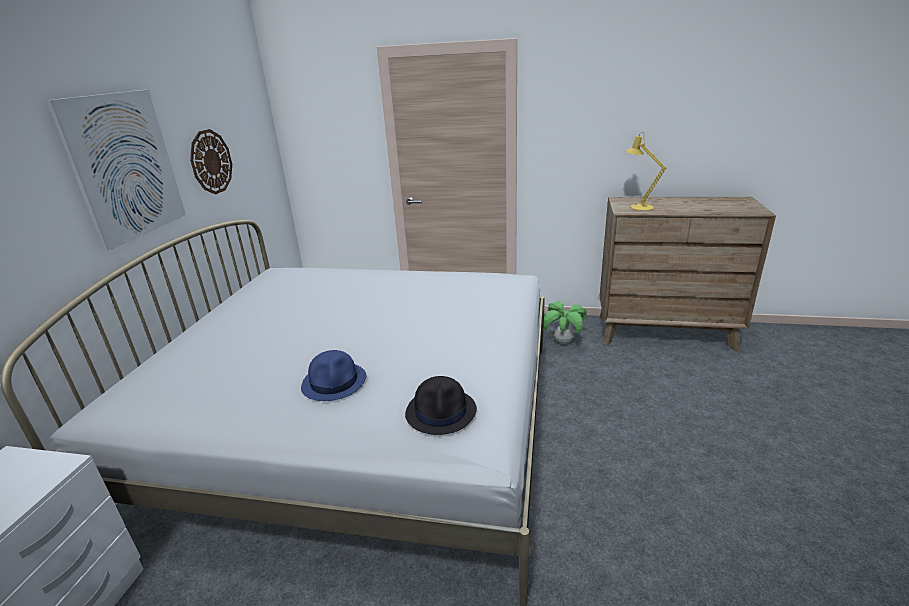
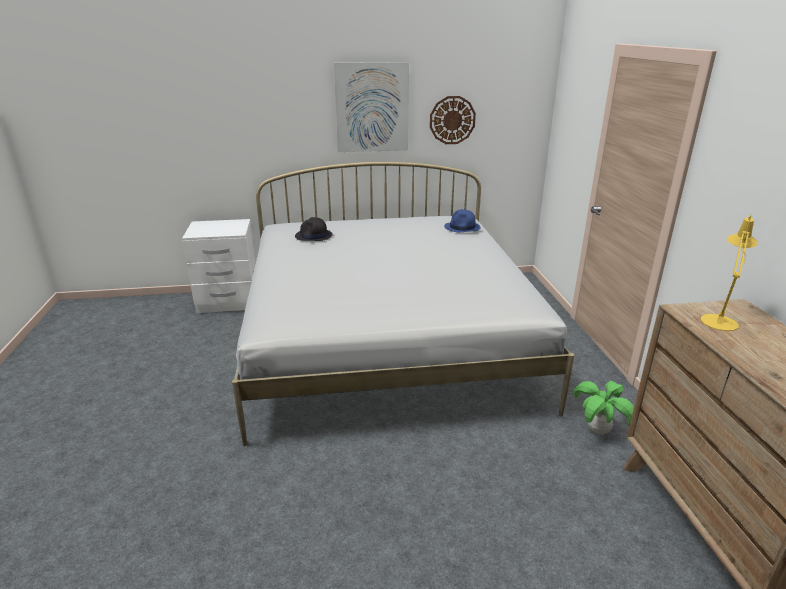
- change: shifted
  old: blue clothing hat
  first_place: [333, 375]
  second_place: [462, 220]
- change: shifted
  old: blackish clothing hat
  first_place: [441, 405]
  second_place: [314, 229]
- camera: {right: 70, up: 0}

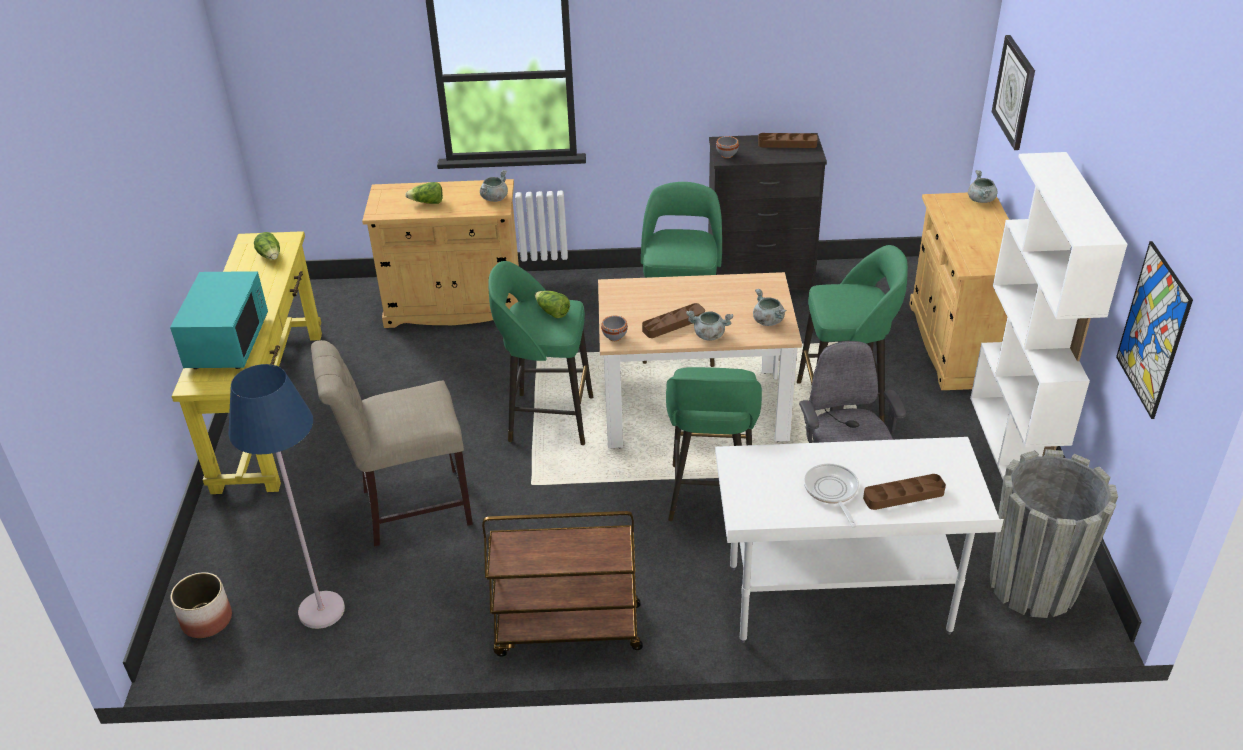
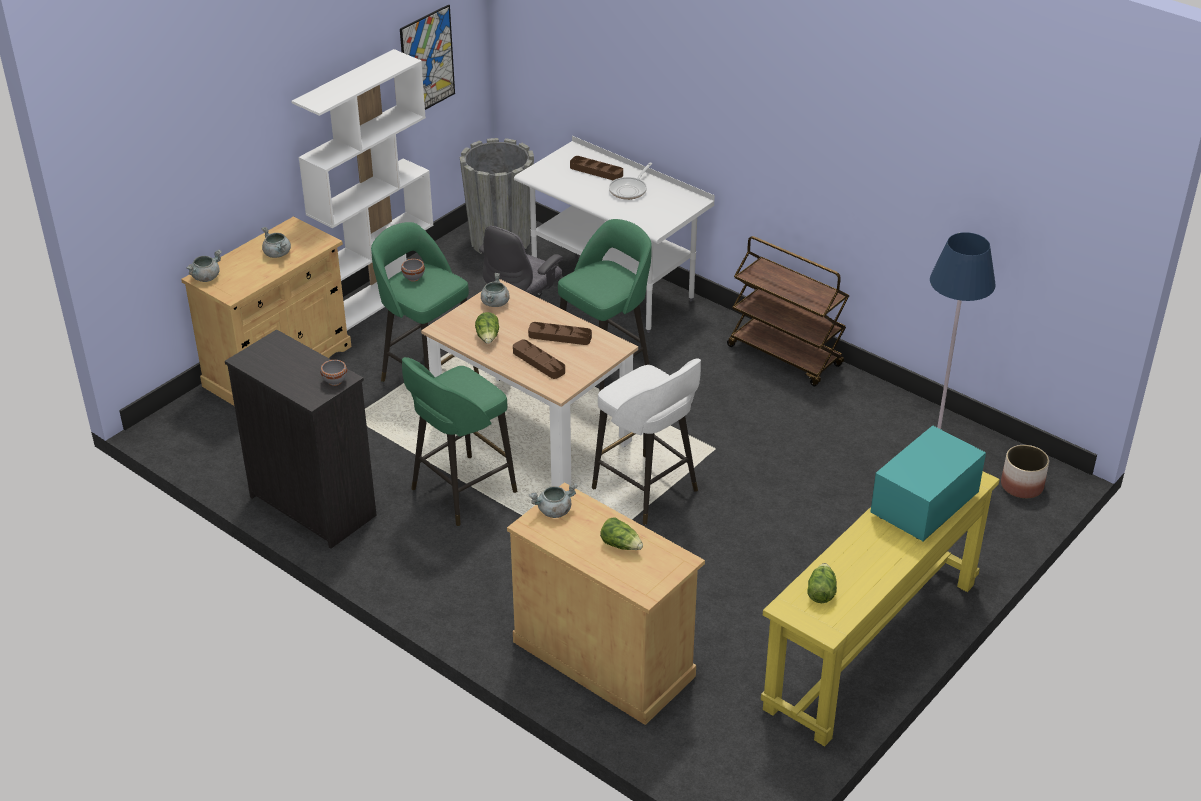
- change: gone
  old: beige-coloured chair
  first_place: [392, 443]
- change: gone
  old: hanging clock
  first_place: [1013, 92]
- change: shifted
  old: lettuce
  first_place: [552, 304]
  second_place: [487, 328]
- change: shifted
  old: greyish bowl
  first_place: [614, 328]
  second_place: [413, 270]
- change: shifted
  old: greyish saucepot
  first_place: [709, 326]
  second_place: [276, 242]
- change: shifted
  old: brownish tray
  first_place: [788, 140]
  second_place: [539, 359]
- change: repainted
  old: greenish sitting stool
  new: white sitting stool
  first_place: [541, 353]
  second_place: [646, 441]
- camera: {right: -140, up: 0}

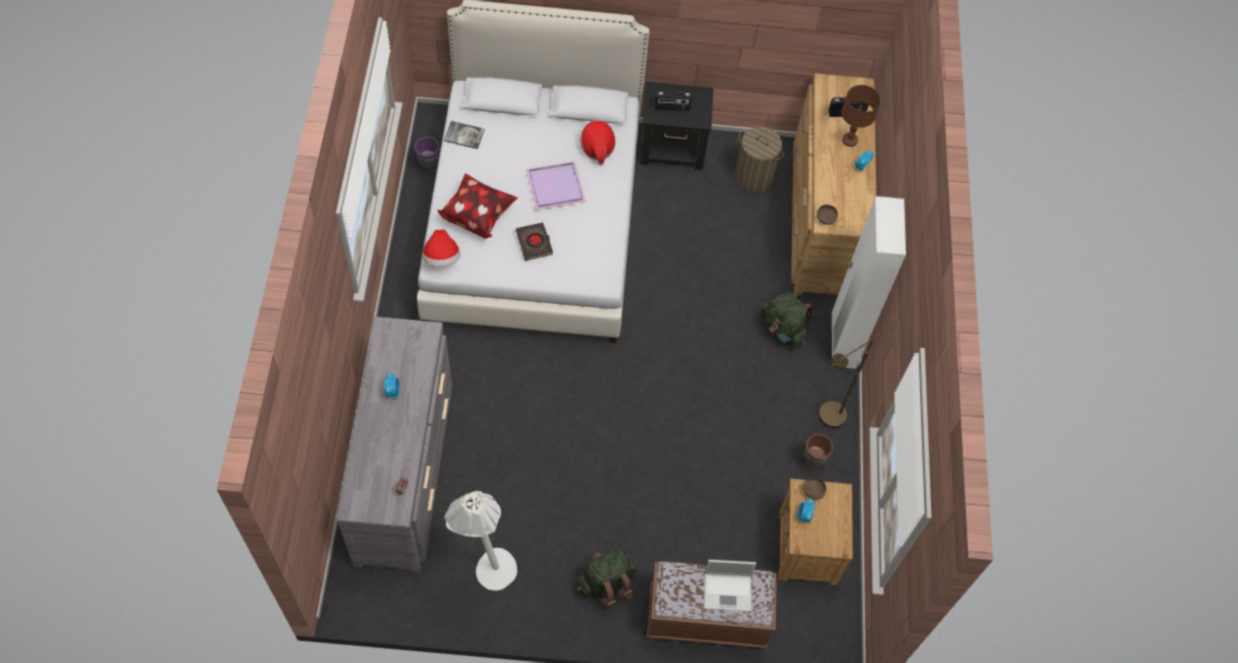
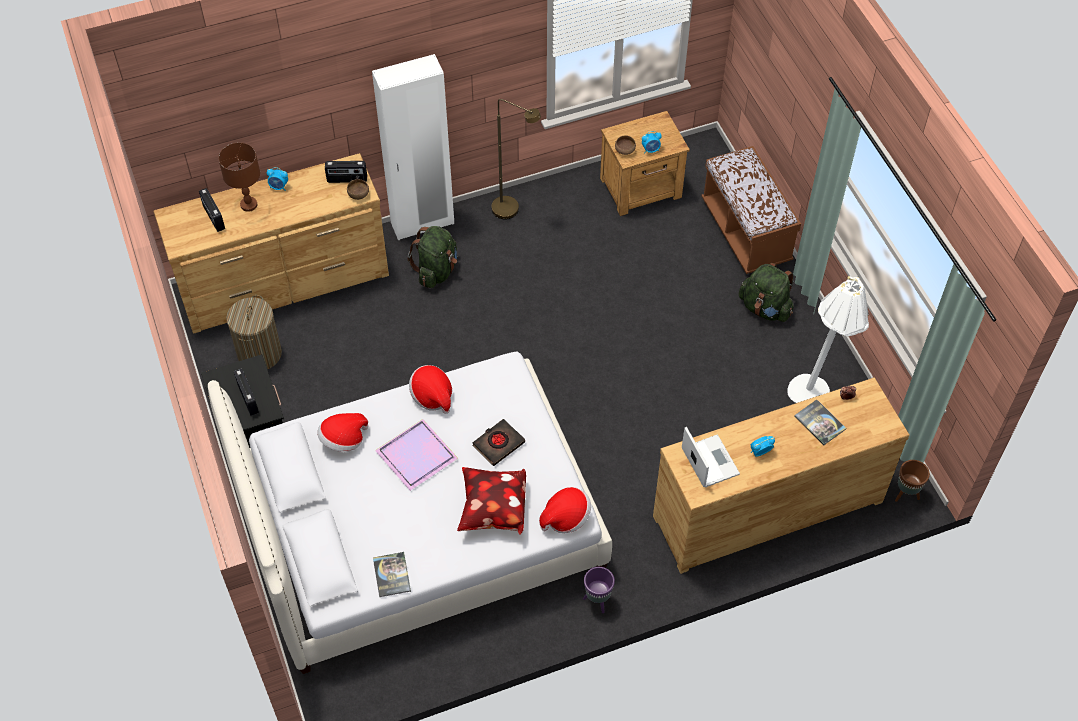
- change: new
  new: radio
  second_place: [346, 172]
- change: new
  new: clothing hat
  second_place: [430, 389]
- change: new
  new: volume
  second_place: [820, 422]
- change: shifted
  old: purplish plant pot
  first_place: [427, 157]
  second_place: [599, 590]
- change: shifted
  old: notebook computer
  first_place: [730, 585]
  second_place: [711, 457]
- change: shifted
  old: brownish plant pot
  first_place: [818, 452]
  second_place: [912, 481]
- change: repainted
  old: greyish dresser
  new: brownish dresser
  first_place: [394, 444]
  second_place: [781, 476]
- camera: {right: -110, up: -5}

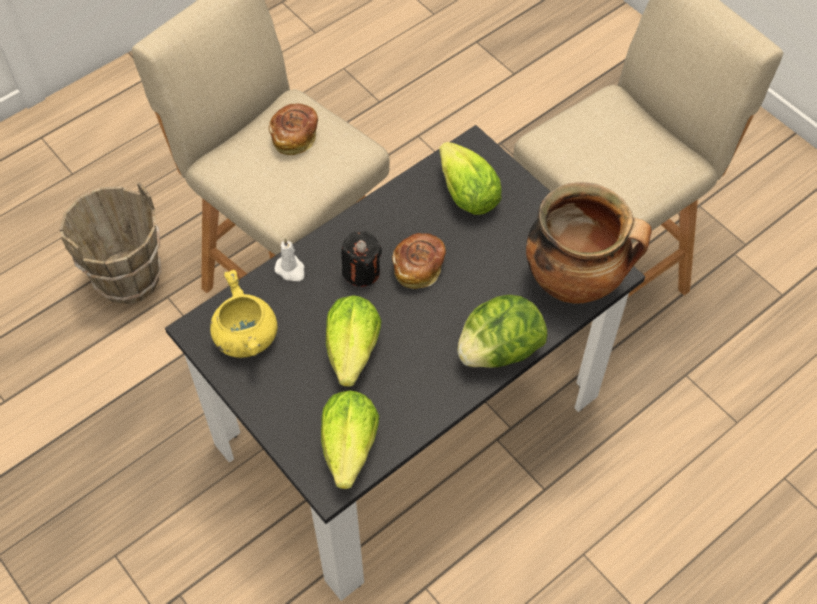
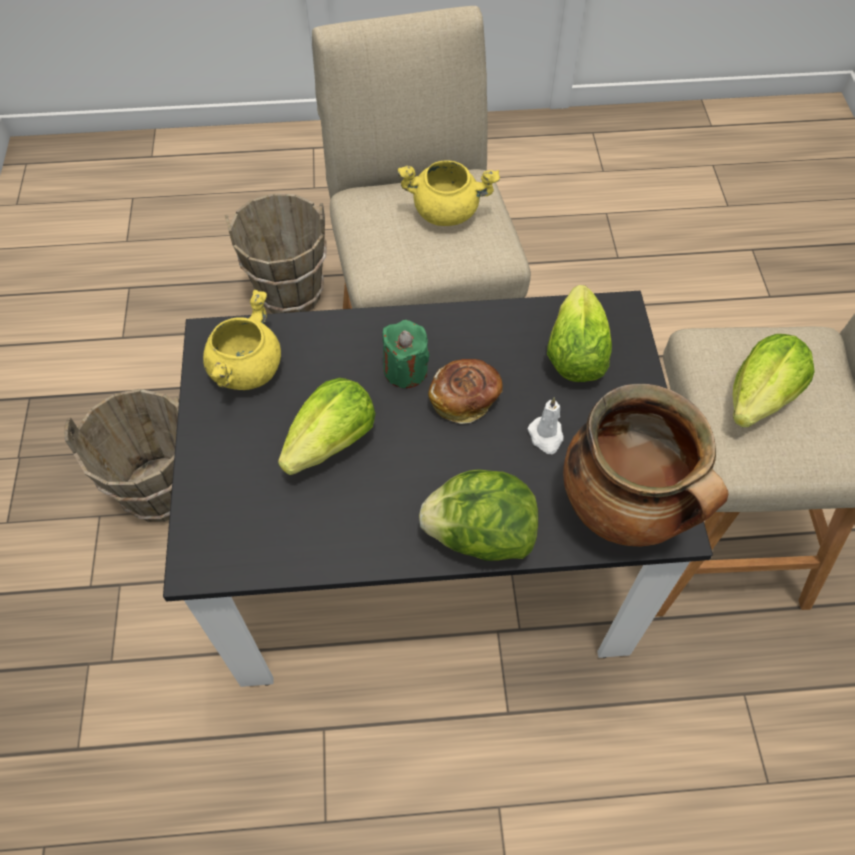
- change: new
  new: brownish pail
  second_place: [121, 455]
- change: shifted
  old: white candle
  first_place: [289, 259]
  second_place: [545, 425]
- change: shifted
  old: lettuce
  first_place: [350, 439]
  second_place: [774, 380]
- change: swapped
  old: bakery bread
  new: yellow-coloured saucepot
  first_place: [293, 129]
  second_place: [449, 193]
- change: repainted
  old: blackish candle
  new: greenish candle
  first_place: [361, 259]
  second_place: [406, 354]
- camera: {right: 35, up: 0}

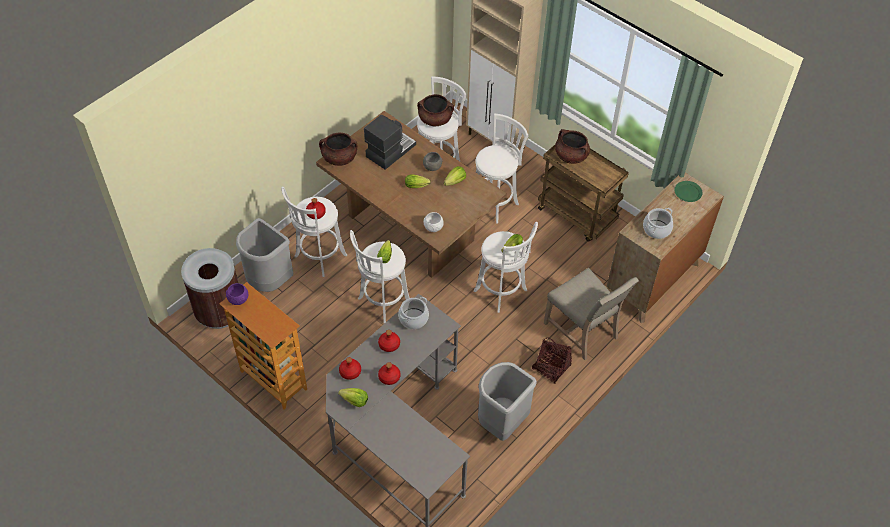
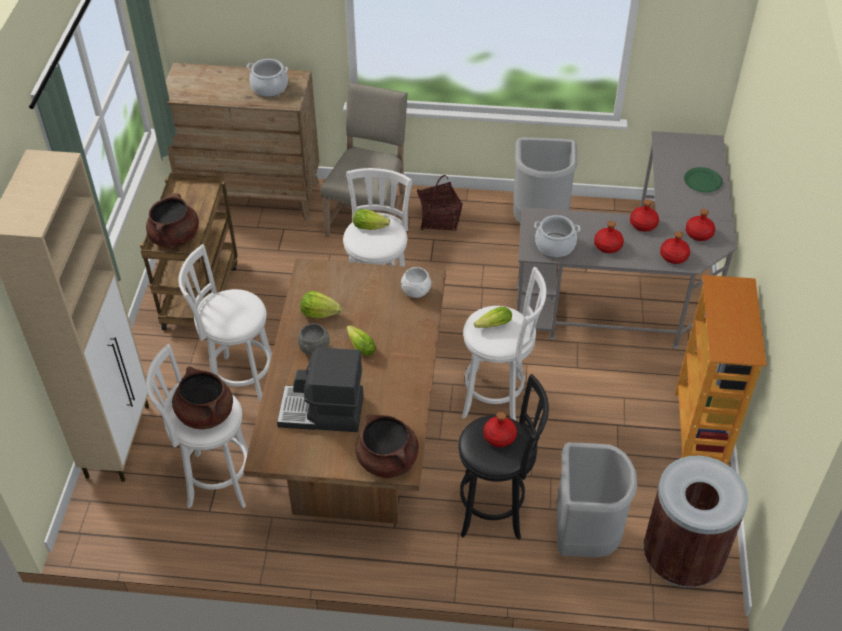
- change: gone
  old: purplish bowl
  first_place: [237, 294]
- change: shifted
  old: greenish plate
  first_place: [688, 191]
  second_place: [703, 180]
- change: swapped
  old: lettuce
  new: red drink bottle
  first_place: [353, 397]
  second_place: [700, 225]
- change: repainted
  old: white sitting stool
  new: blackish sitting stool
  first_place: [314, 232]
  second_place: [503, 457]
- camera: {right: -125, up: -5}

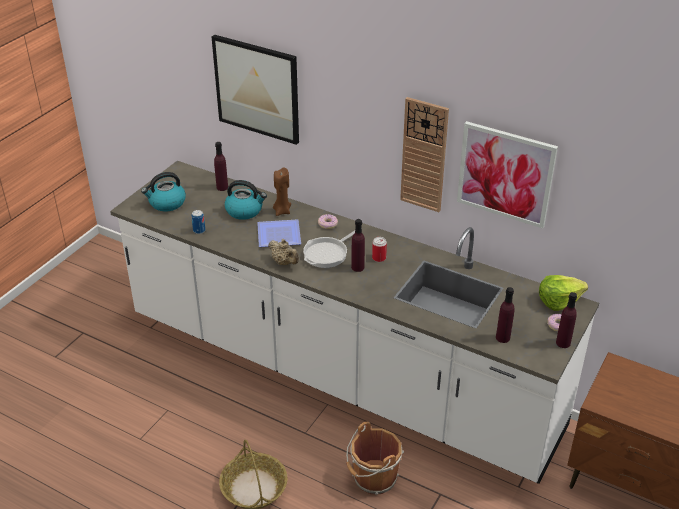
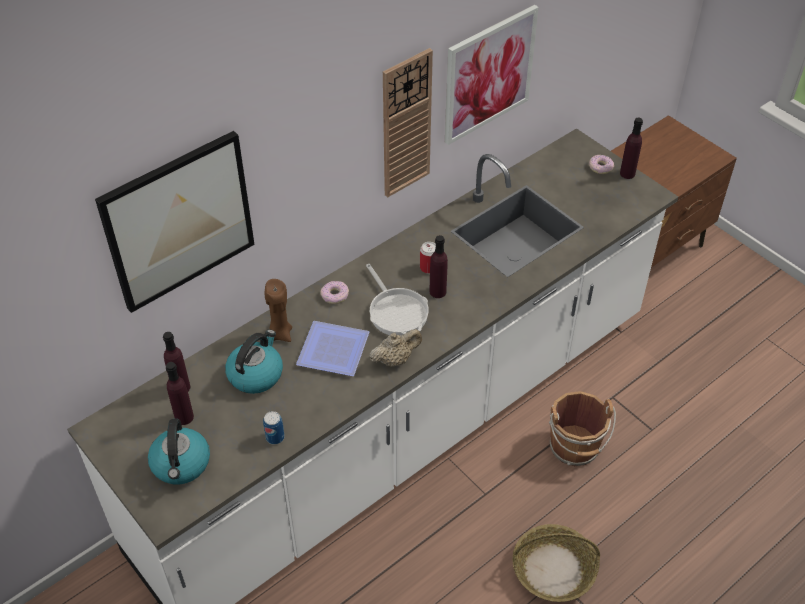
- change: gone
  old: lettuce
  first_place: [563, 293]
- change: shifted
  old: purplish drink bottle
  first_place: [505, 315]
  second_place: [180, 393]
- camera: {right: -70, up: 10}

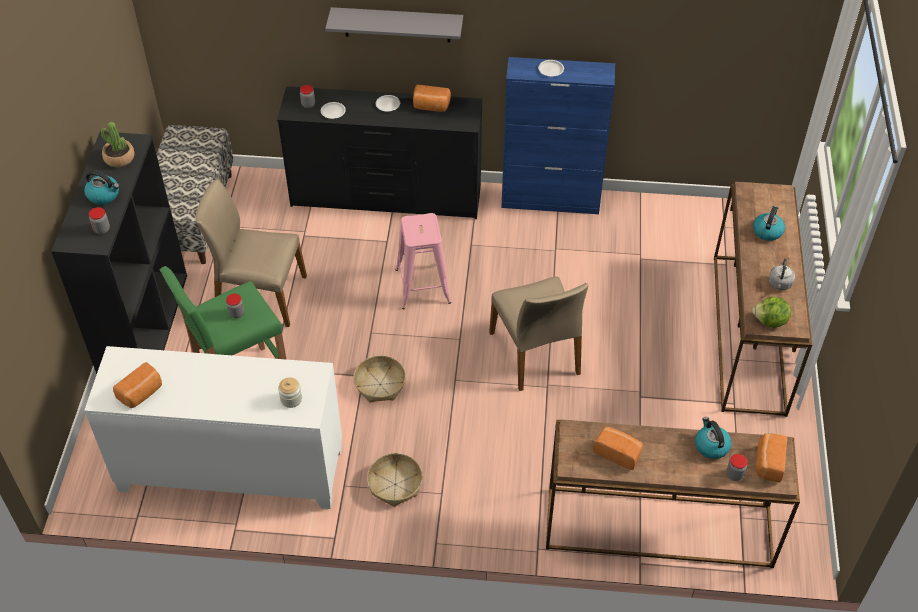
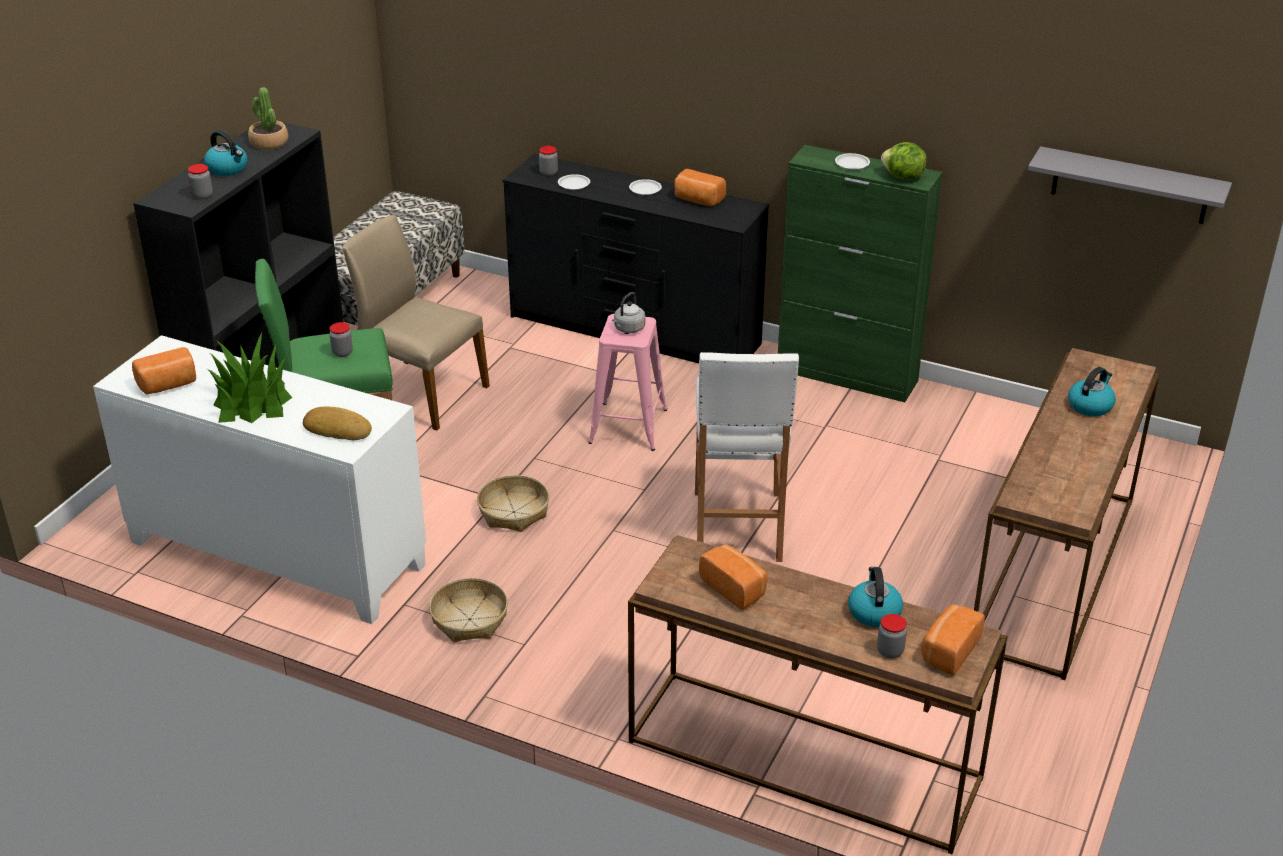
- change: new
  new: houseplant
  second_place: [250, 377]
- change: shifted
  old: greyish wall shelf
  first_place: [394, 25]
  second_place: [1130, 185]
- change: shifted
  old: lettuce
  first_place: [771, 312]
  second_place: [904, 161]
- change: shifted
  old: greyish kettle
  first_place: [782, 274]
  second_place: [628, 312]
- change: swapped
  old: preserve jar
  new: bakery bread
  first_place: [290, 392]
  second_place: [337, 423]
- change: swapped
  old: beige-coloured chair
  new: white sitting stool
  first_place: [538, 333]
  second_place: [747, 457]
- change: repainted
  old: blue cabinet
  new: greenish cabinet
  first_place: [558, 135]
  second_place: [860, 273]
- camera: {right: 20, up: -15}

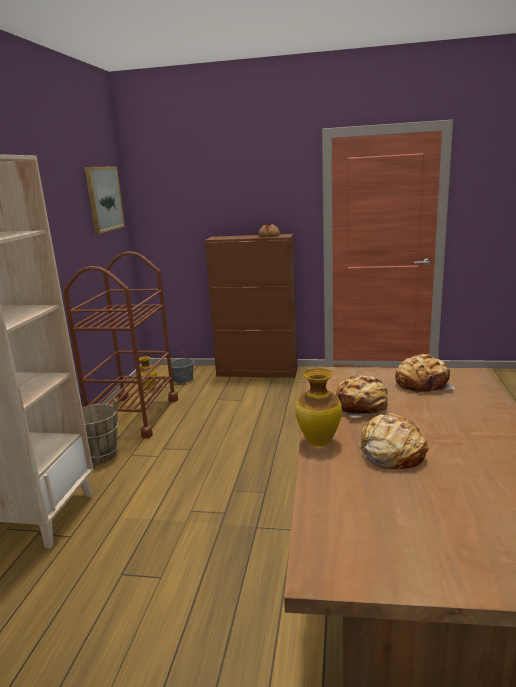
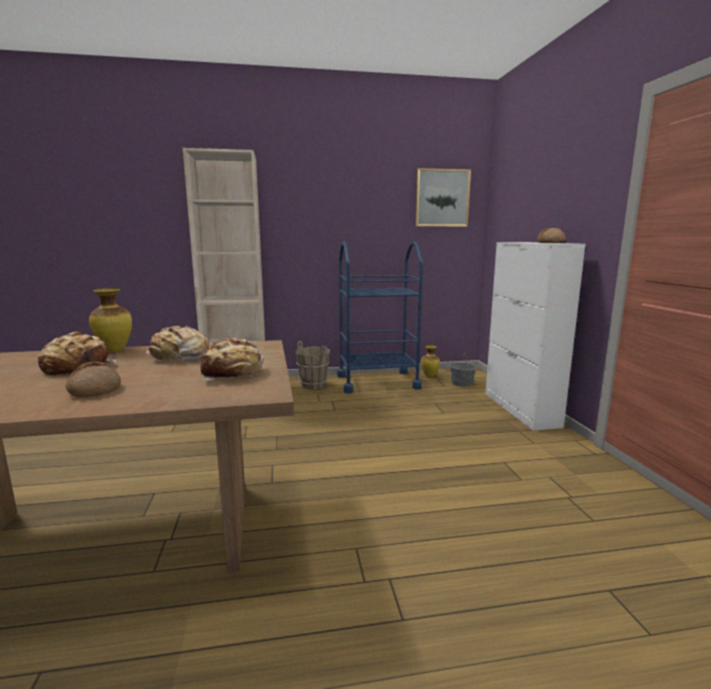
- change: new
  new: bakery bread
  second_place: [93, 379]
- change: repainted
  old: brownish wheeled cart
  new: blue wheeled cart
  first_place: [120, 344]
  second_place: [380, 317]
- change: repainted
  old: brownish cabinet
  new: white cabinet
  first_place: [251, 306]
  second_place: [536, 336]
- camera: {right: 70, up: -5}

